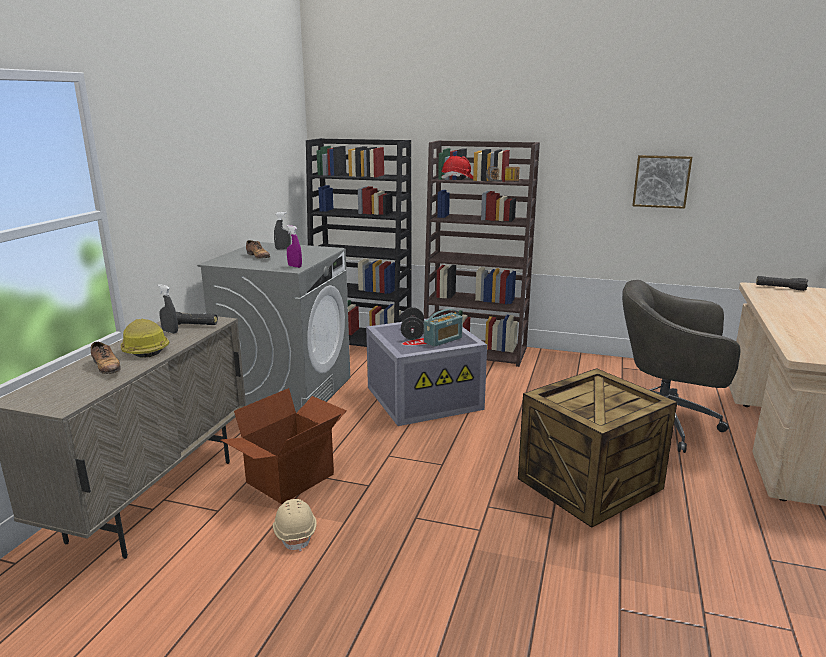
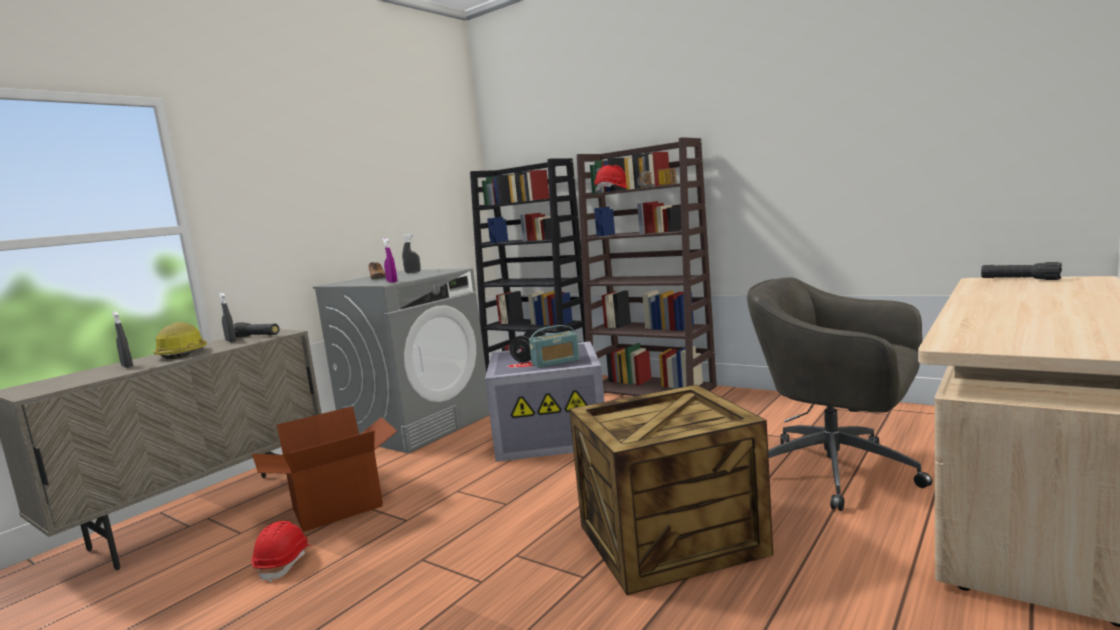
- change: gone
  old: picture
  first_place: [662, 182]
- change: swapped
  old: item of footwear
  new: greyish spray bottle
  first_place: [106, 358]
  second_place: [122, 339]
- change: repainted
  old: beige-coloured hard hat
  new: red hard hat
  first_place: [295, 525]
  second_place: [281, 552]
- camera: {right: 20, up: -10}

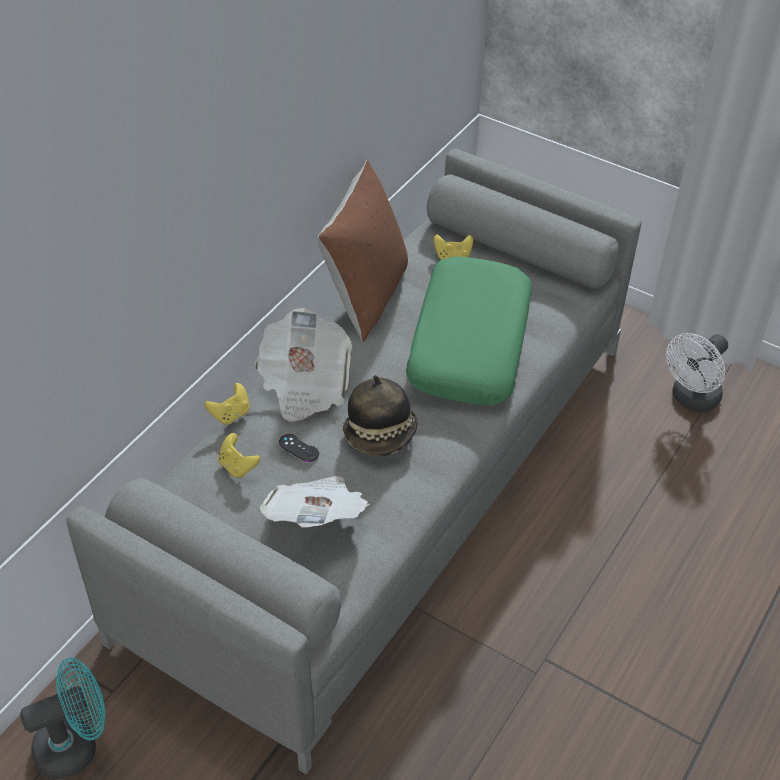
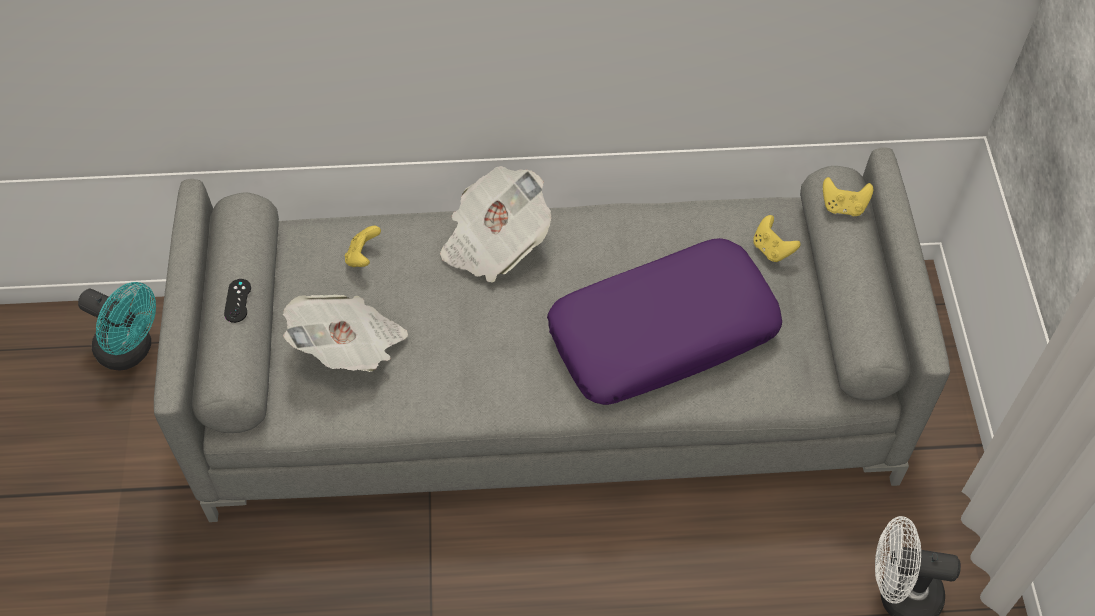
- change: gone
  old: brownish throw pillow
  first_place: [363, 251]
- change: gone
  old: clothing hat
  first_place: [380, 415]
- change: shifted
  old: yellow-coloured game controller
  first_place: [227, 404]
  second_place: [848, 196]
- change: shifted
  old: blackish game controller
  first_place: [299, 448]
  second_place: [237, 301]
- change: repainted
  old: greenish throw pillow
  new: purplish throw pillow
  first_place: [469, 330]
  second_place: [664, 321]
- camera: {right: 55, up: 10}

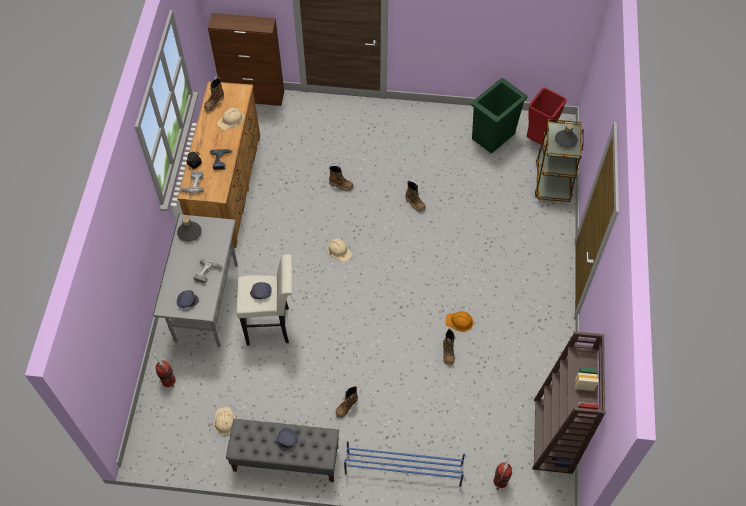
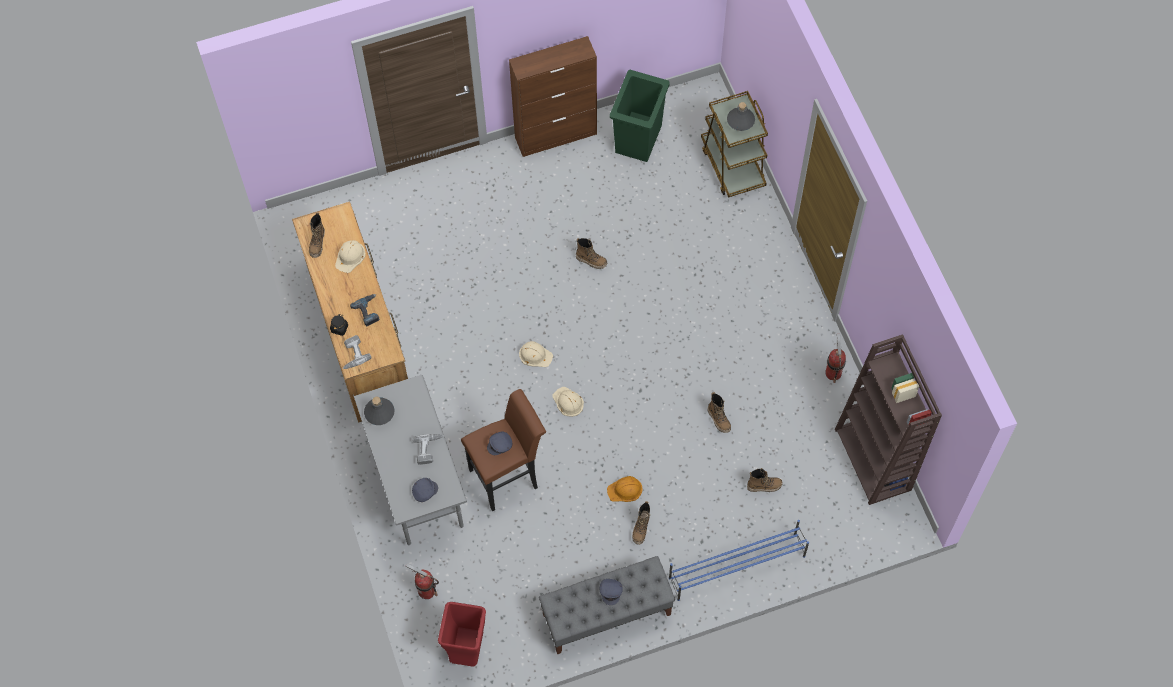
- change: shifted
  old: brownish cabinet
  first_place: [246, 59]
  second_place: [553, 96]
- change: shifted
  old: beige-coloured hard hat
  first_place: [225, 421]
  second_place: [568, 402]
- change: shifted
  old: high-top boot
  first_place: [341, 178]
  second_place: [765, 480]
- change: shifted
  old: orange-coloured hard hat
  first_place: [459, 321]
  second_place: [625, 489]
- change: shifted
  old: extinguisher
  first_place: [503, 470]
  second_place: [835, 358]
- change: shifted
  old: red waste bin
  first_place: [547, 116]
  second_place: [462, 634]
- change: repainted
  old: white sitting stool
  new: brownish sitting stool
  first_place: [265, 299]
  second_place: [503, 450]
- camera: {right: -25, up: 5}

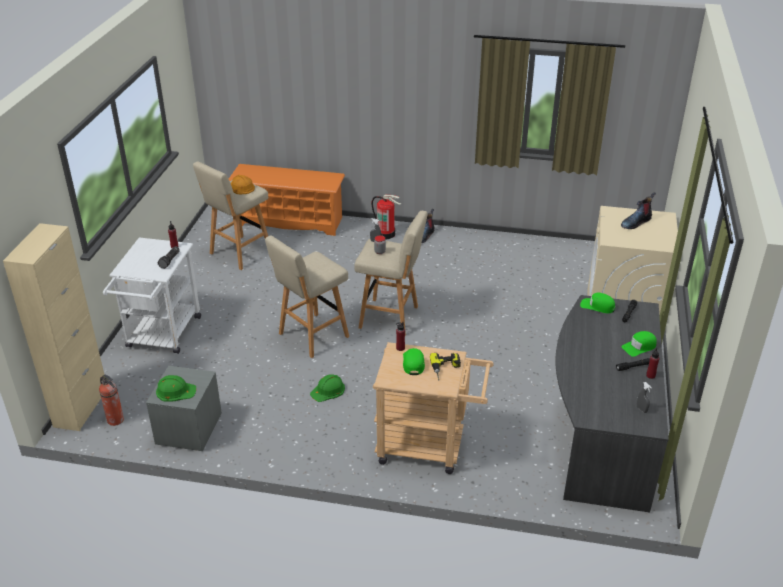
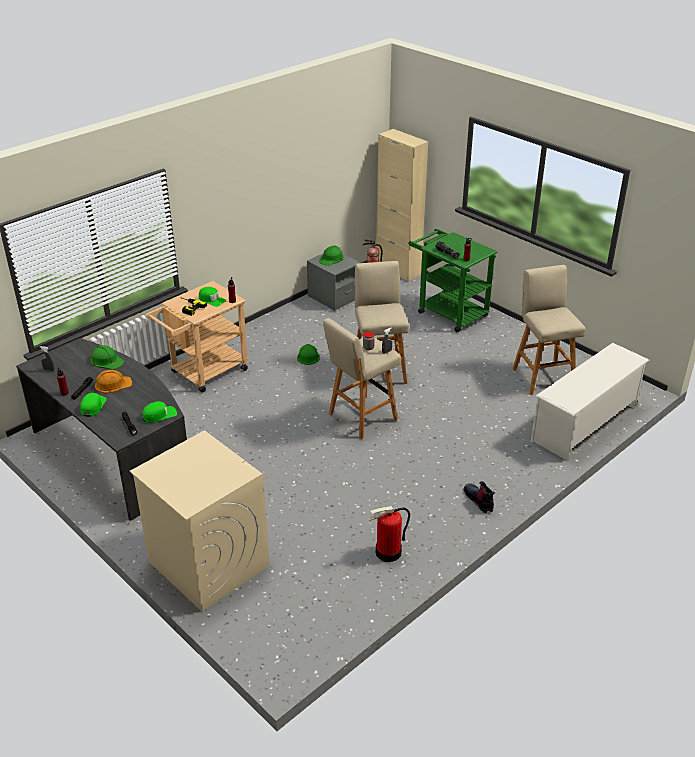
- change: gone
  old: high-top boot
  first_place: [638, 210]
- change: new
  new: greenish hard hat
  second_place: [107, 357]
- change: shifted
  old: orange-coloured hard hat
  first_place: [243, 184]
  second_place: [113, 382]
- change: shifted
  old: extinguisher
  first_place: [386, 216]
  second_place: [389, 534]
- change: repainted
  old: white wheeled cart
  new: greenish wheeled cart
  first_place: [152, 296]
  second_place: [453, 280]
- change: repainted
  old: orange-coloured shoe stand
  new: white shoe stand
  first_place: [287, 200]
  second_place: [590, 402]
- camera: {right: 125, up: 0}

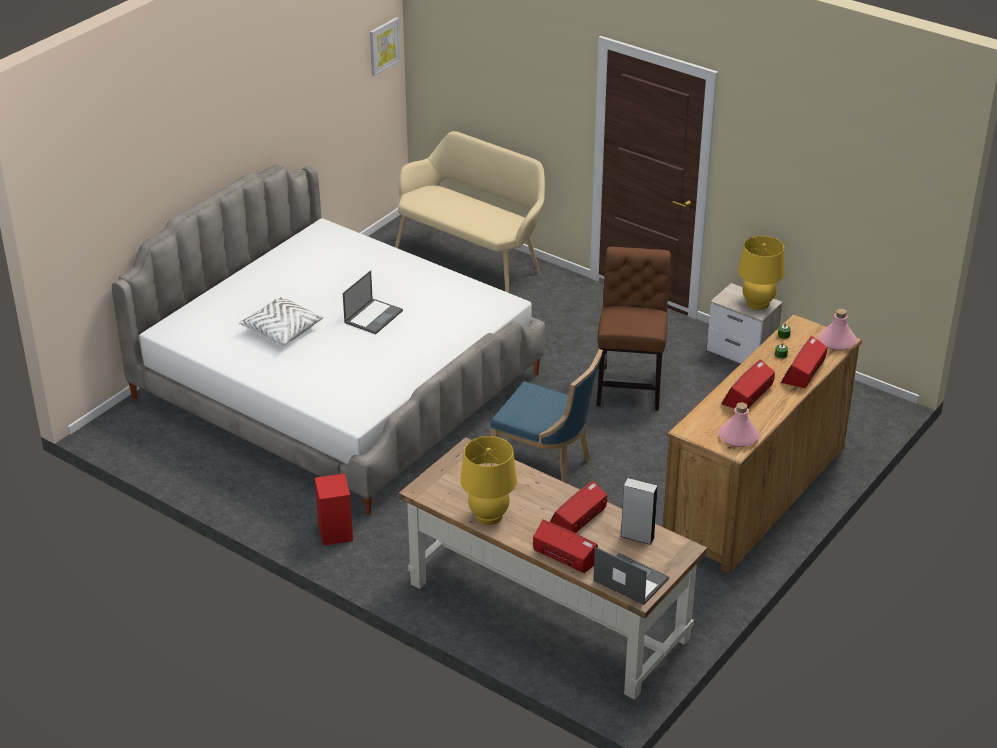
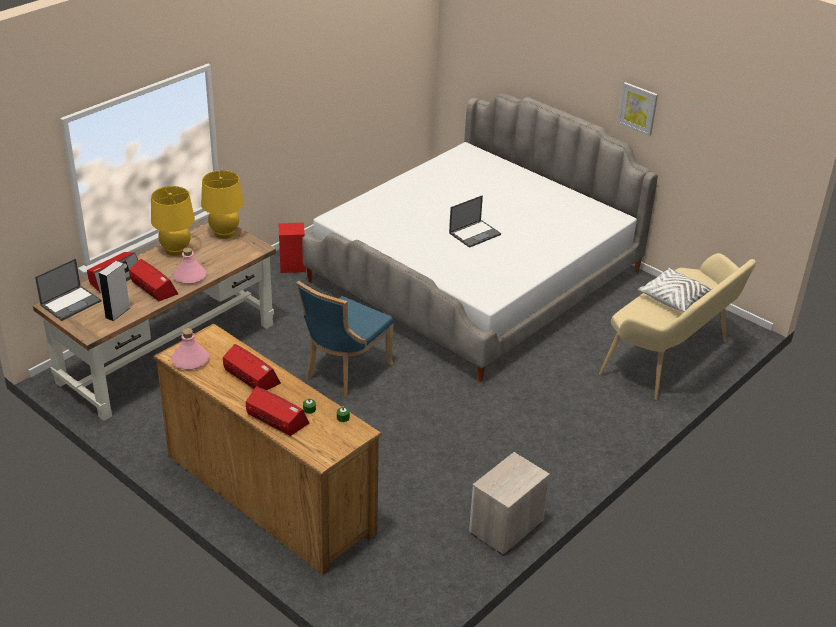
- change: gone
  old: brownish chair
  first_place: [634, 329]
- change: shifted
  old: white throw pillow
  first_place: [281, 321]
  second_place: [675, 290]
- change: shifted
  old: picture
  first_place: [385, 46]
  second_place: [638, 109]
- change: shifted
  old: yellow-coloured tabletop lamp
  first_place: [761, 273]
  second_place: [222, 204]
- change: shifted
  old: pinkish drink bottle
  first_place: [838, 330]
  second_place: [190, 266]
- change: rotated
  old: notebook computer
  first_place: [373, 302]
  second_place: [475, 221]
  degrees: -75
- camera: {right: 95, up: 0}

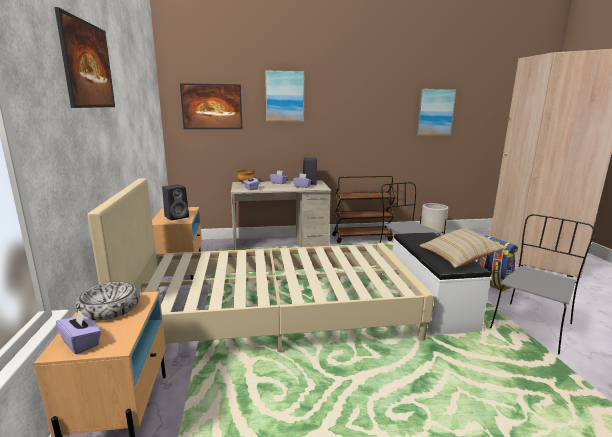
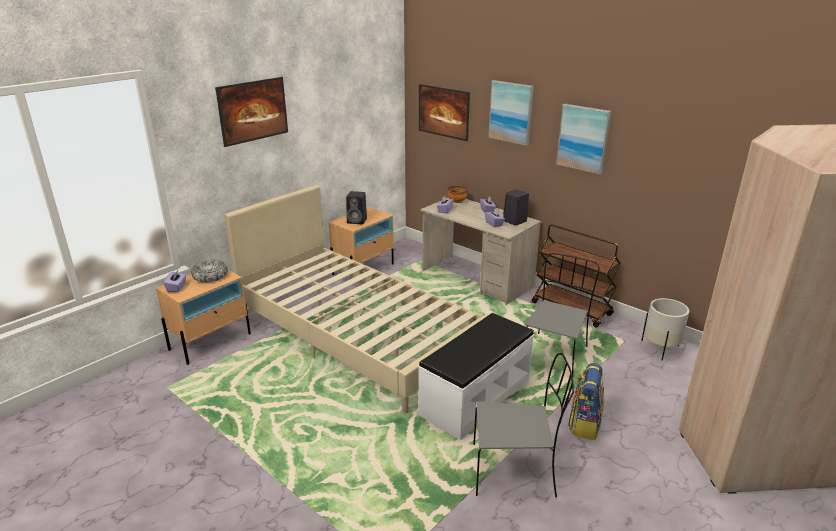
- change: gone
  old: beige-coloured throw pillow
  first_place: [462, 248]
- change: shifted
  old: picture
  first_place: [436, 112]
  second_place: [583, 139]
- camera: {right: 50, up: 10}

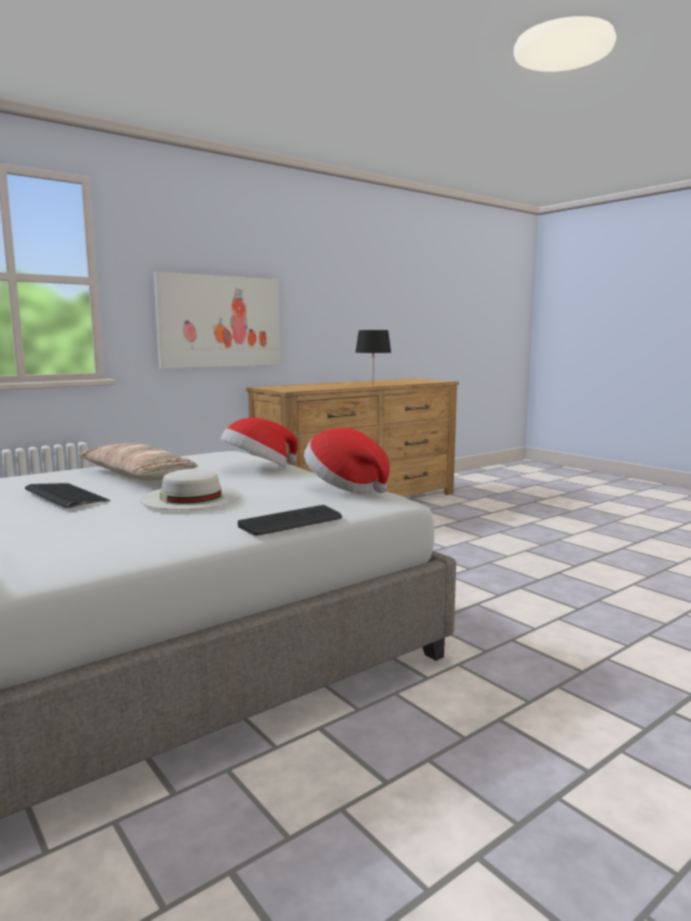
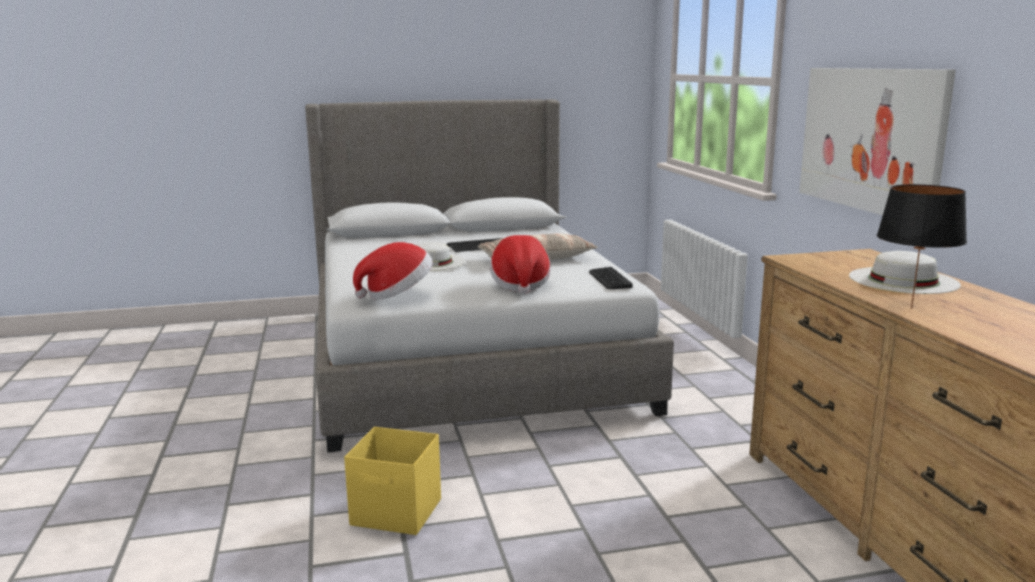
- change: new
  new: yellow-coloured storage container
  second_place: [392, 481]
- change: new
  new: white clothing hat
  second_place: [905, 272]
- change: shifted
  old: PC keyboard
  first_place: [290, 520]
  second_place: [610, 278]
- camera: {right: 115, up: 5}

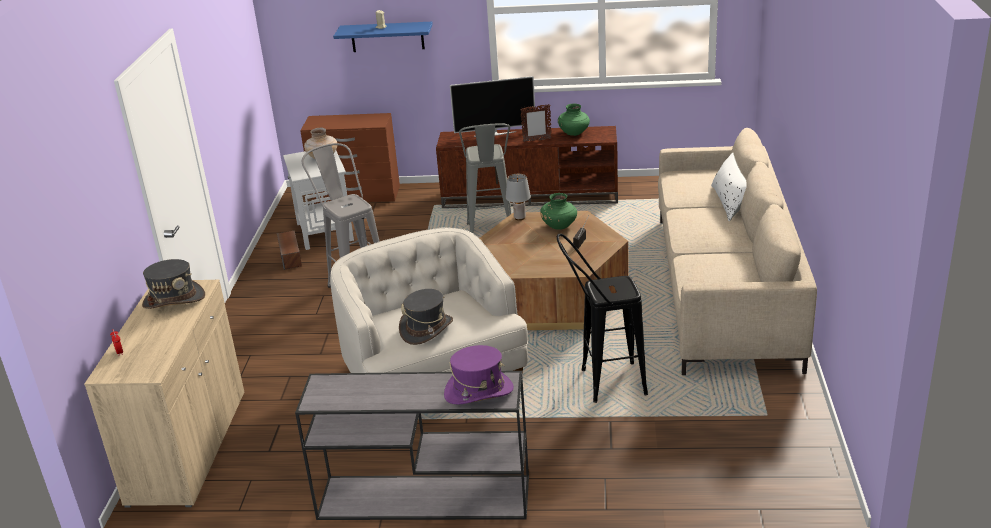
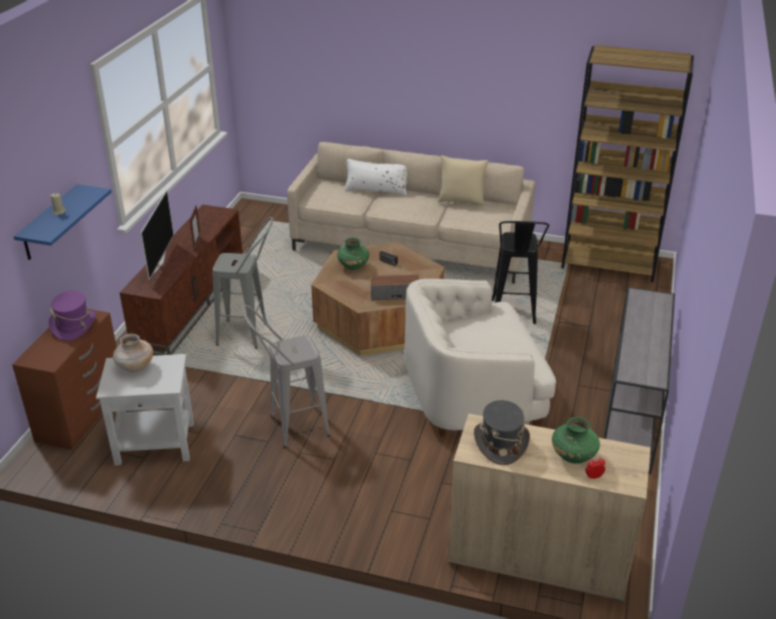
- change: gone
  old: greyish clothing hat
  first_place: [426, 317]
- change: gone
  old: greyish tabletop lamp
  first_place: [518, 197]
- change: new
  new: beige-coloured throw pillow
  second_place: [463, 180]
- change: new
  new: brownish bookcase
  second_place: [627, 163]
- change: shifted
  old: audio speaker
  first_place: [289, 250]
  second_place: [395, 287]
- change: shifted
  old: purplish clothing hat
  first_place: [479, 374]
  second_place: [72, 316]
- change: shifted
  old: greenish vase
  first_place: [574, 120]
  second_place: [576, 440]
- camera: {right: -80, up: 5}

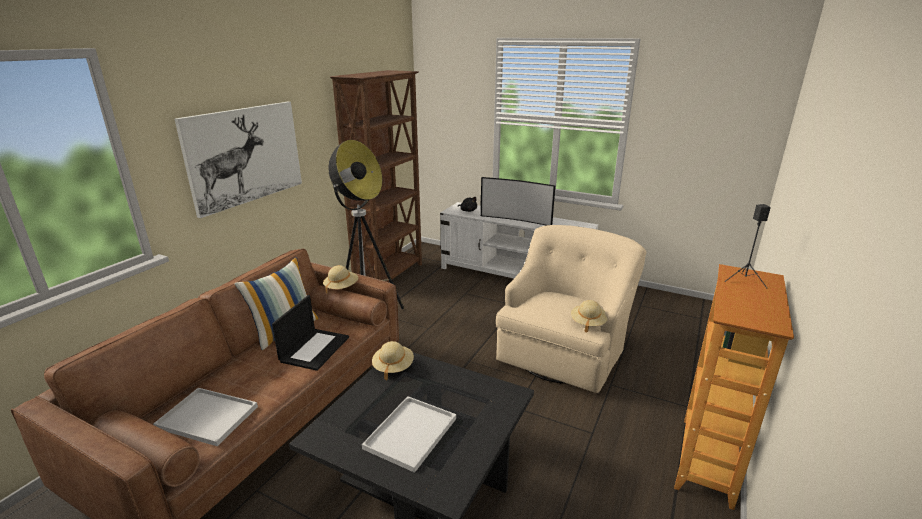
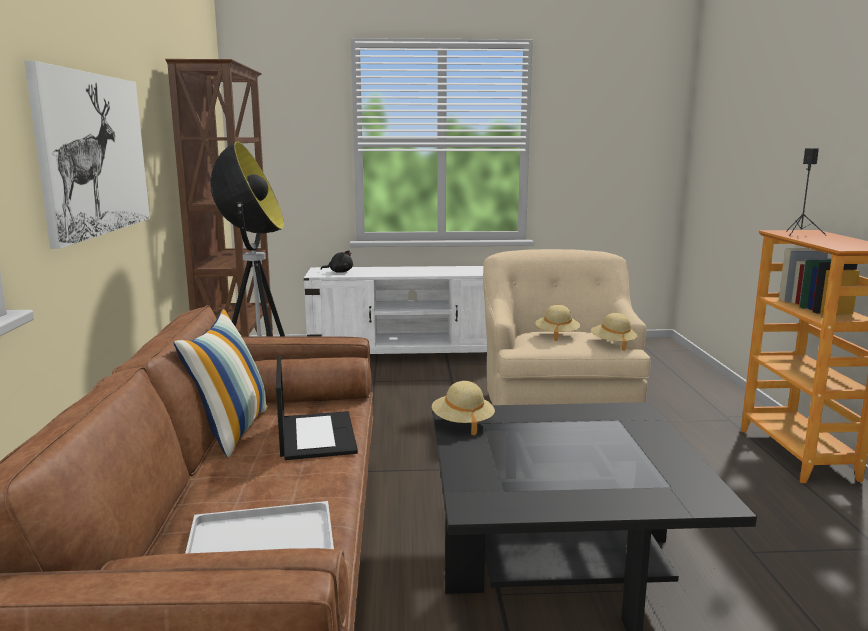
- change: gone
  old: white tray
  first_place: [409, 434]
- change: gone
  old: television
  first_place: [518, 201]
- change: shifted
  old: beige-coloured clothing hat
  first_place: [340, 279]
  second_place: [558, 323]
- camera: {right: -30, up: -10}

